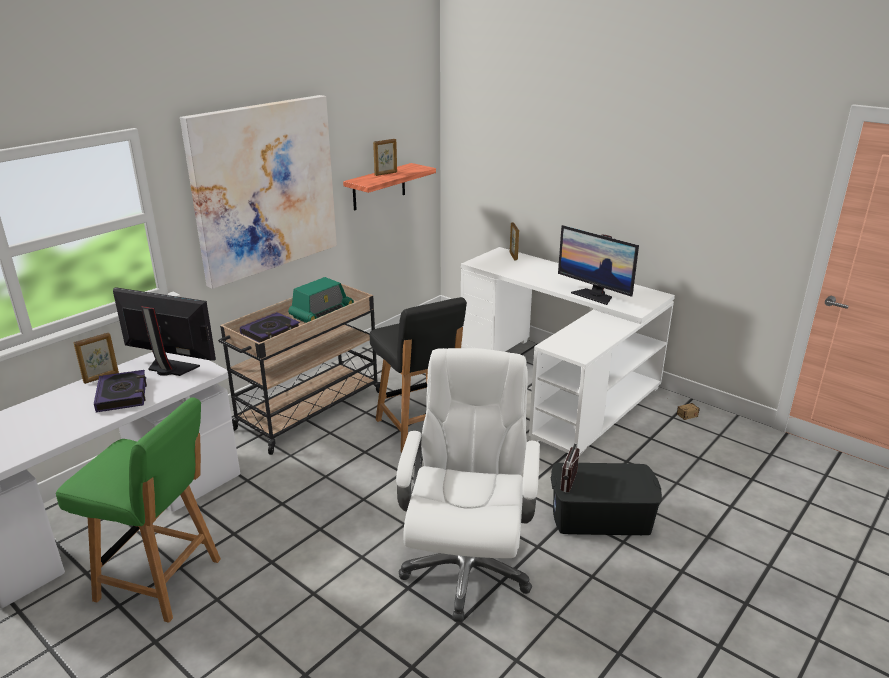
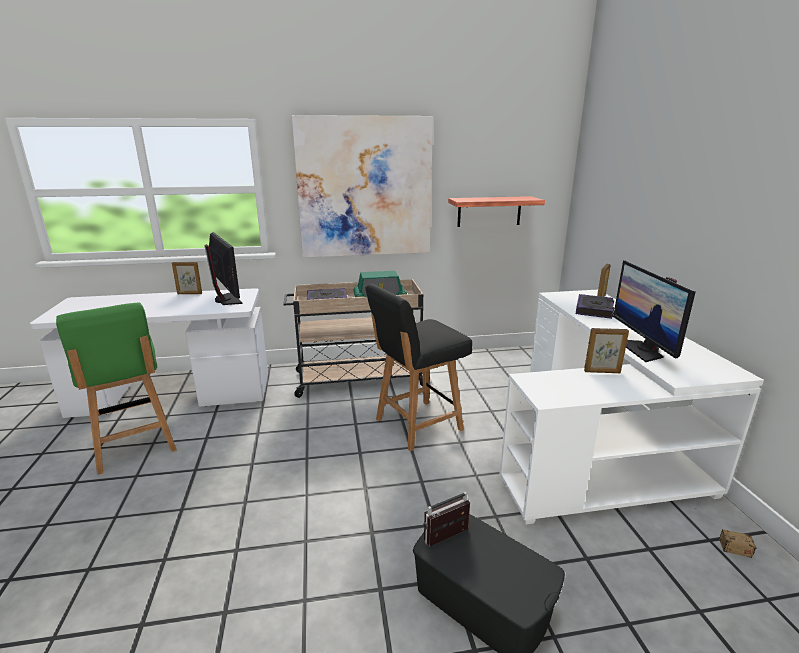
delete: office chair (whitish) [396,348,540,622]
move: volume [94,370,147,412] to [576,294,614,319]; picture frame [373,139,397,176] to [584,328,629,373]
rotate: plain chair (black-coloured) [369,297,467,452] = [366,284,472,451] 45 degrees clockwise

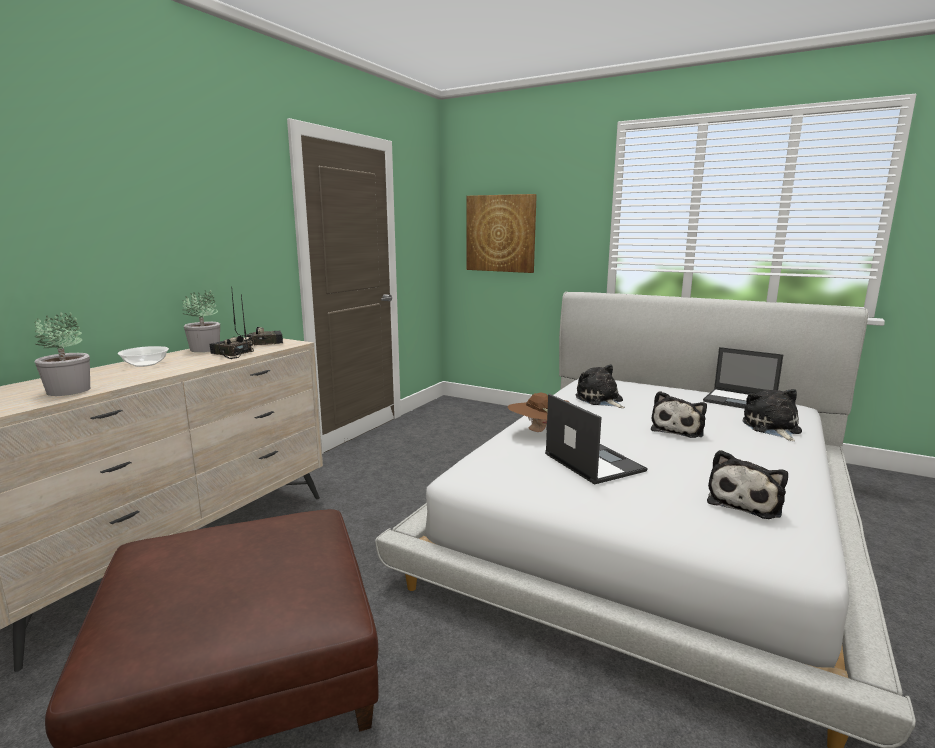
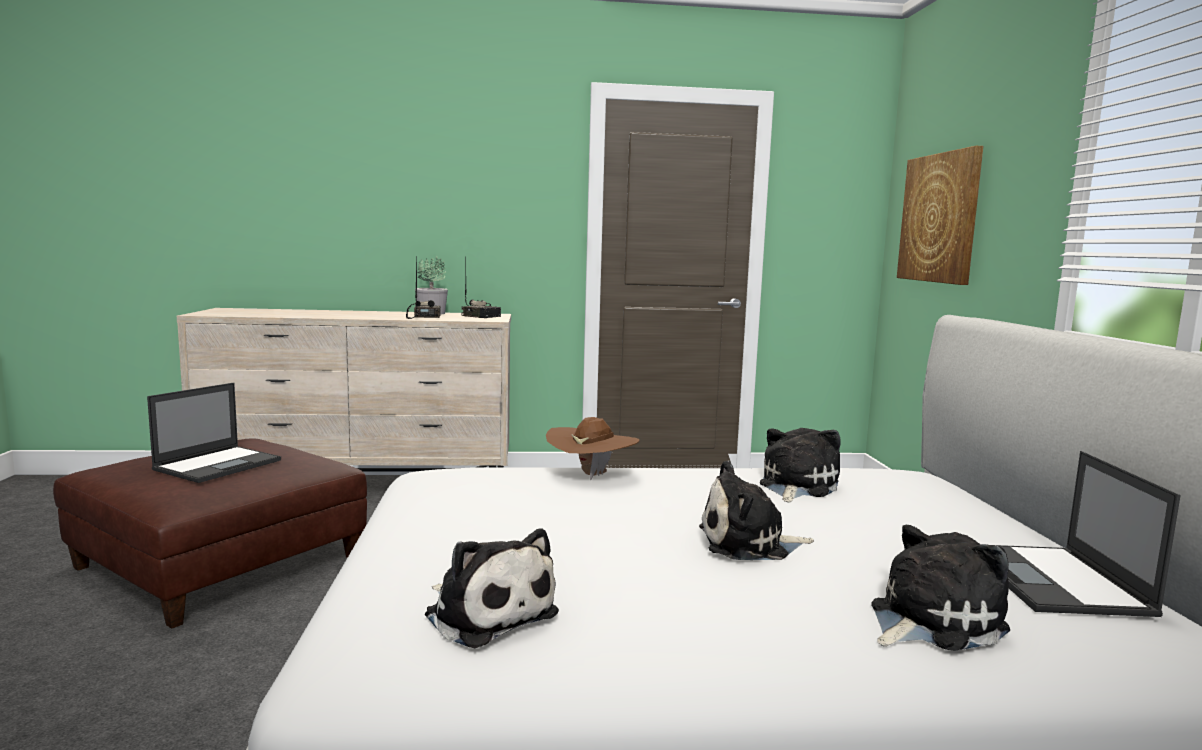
delete: houseplant [34,313,90,396]; serving bowl [118,346,169,367]
move: notebook computer [545,394,647,485] to [147,383,281,483]
rotate: soft toy [707,450,788,519] = [425,528,559,648] 135 degrees counterclockwise

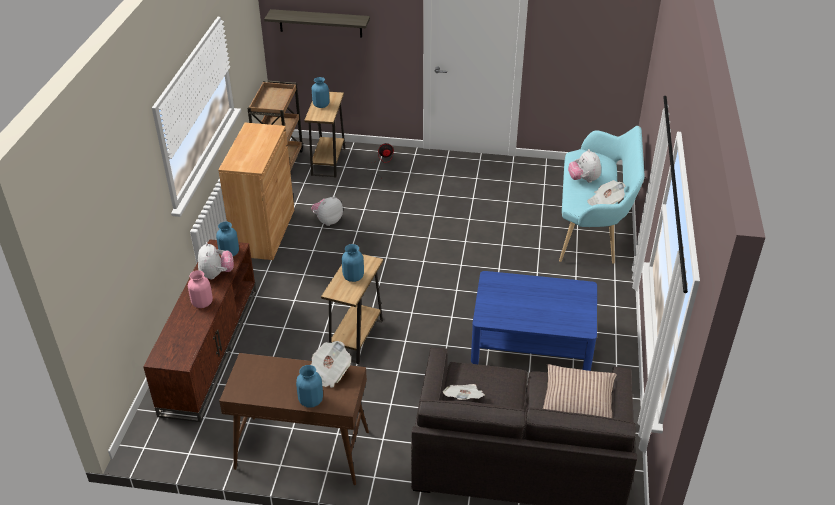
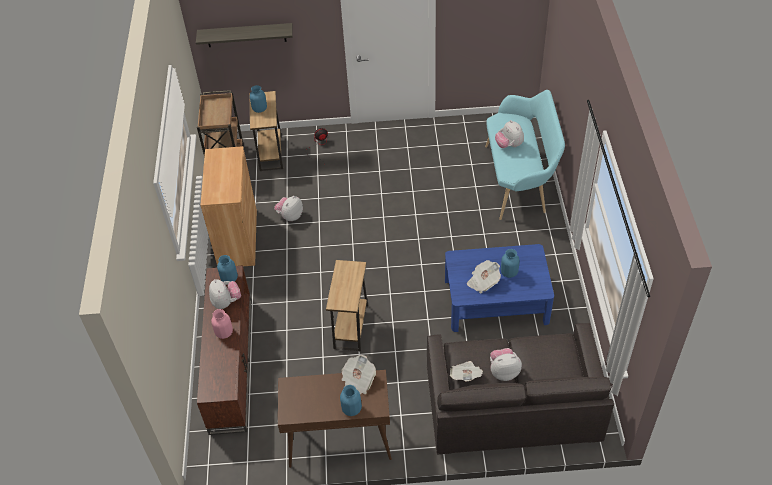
delete: throw pillow [543,364,616,418]
insert: soft toy [490,348,522,381]
move: printed paper [587,180,625,206] to [467,260,501,293]; vase (blue-coloured) [342,244,364,282] to [501,249,520,278]

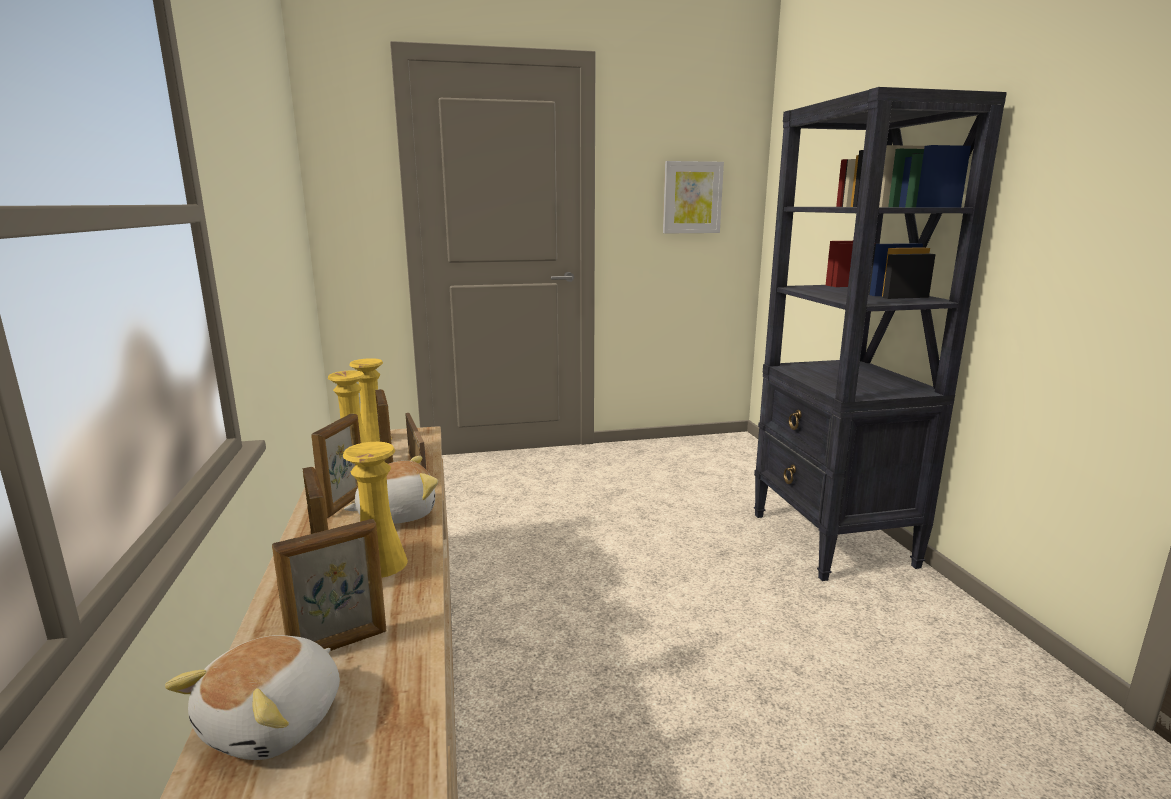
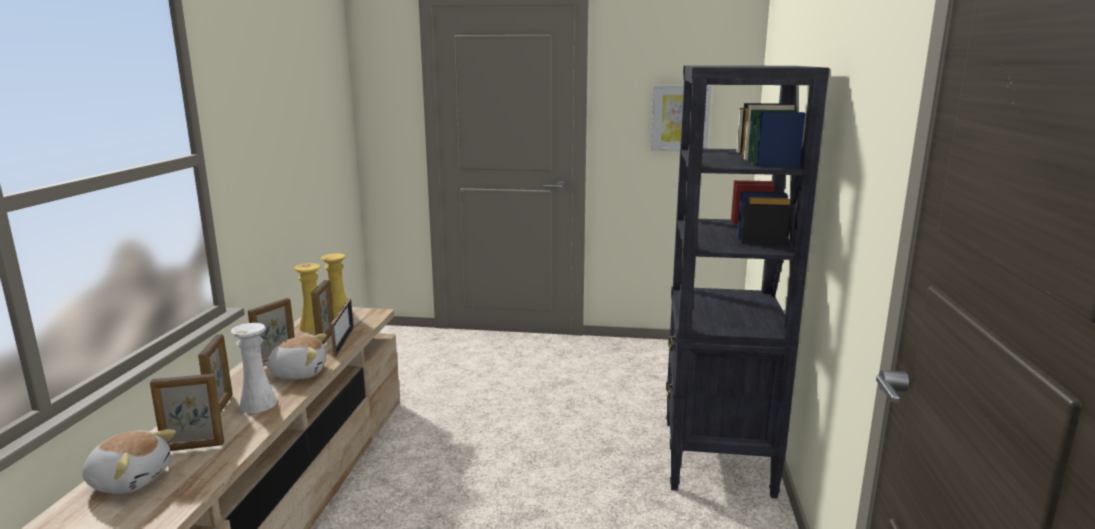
recolor: vase (yellow-coloured) [343,442,408,578] to vase (whitish) [231,323,277,413]
rotate: soft toy [165,635,340,760] = [83,429,176,494] 120 degrees counterclockwise

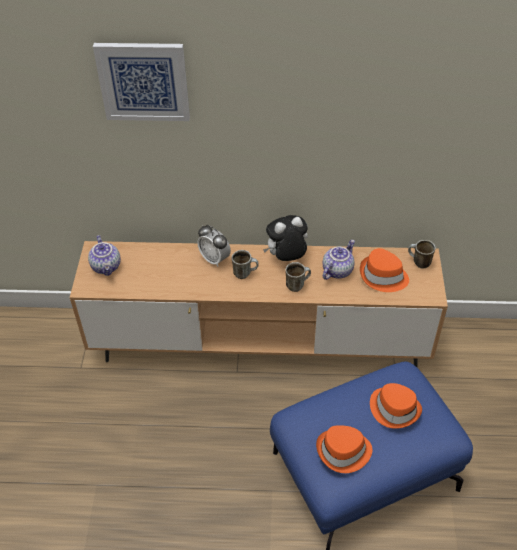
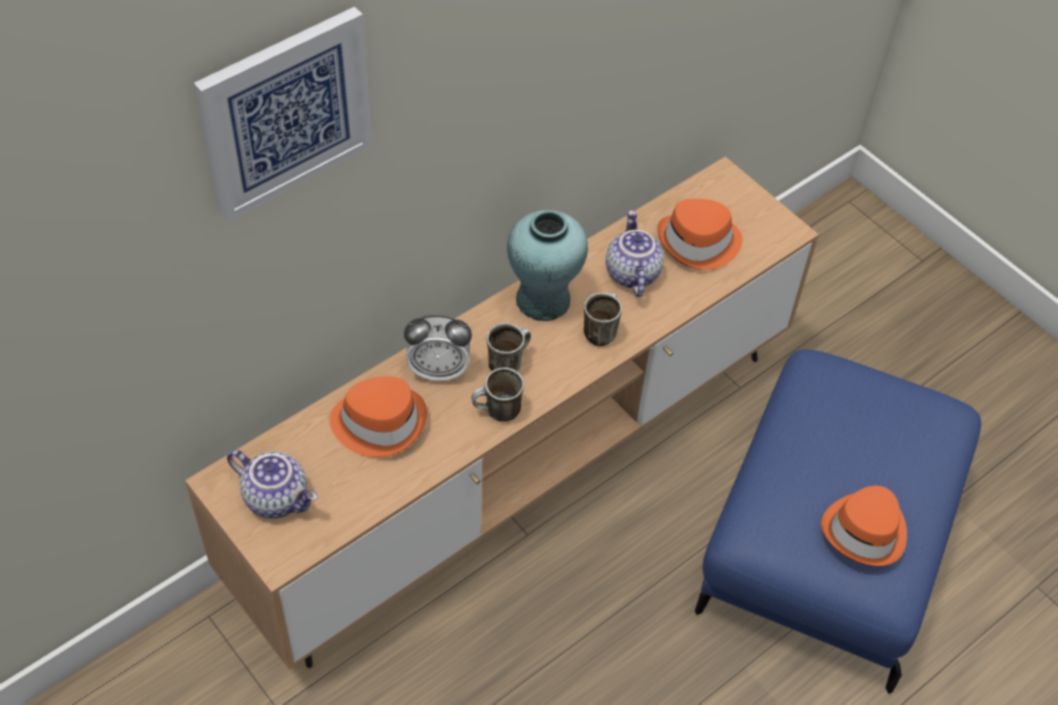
move: hat (orange) [370,383,422,429] to [329,376,427,458]; coffee mug [408,240,436,269] to [471,367,524,422]
replace: soft toy [263,215,308,261] to vase (blue-green) [507,210,588,321]

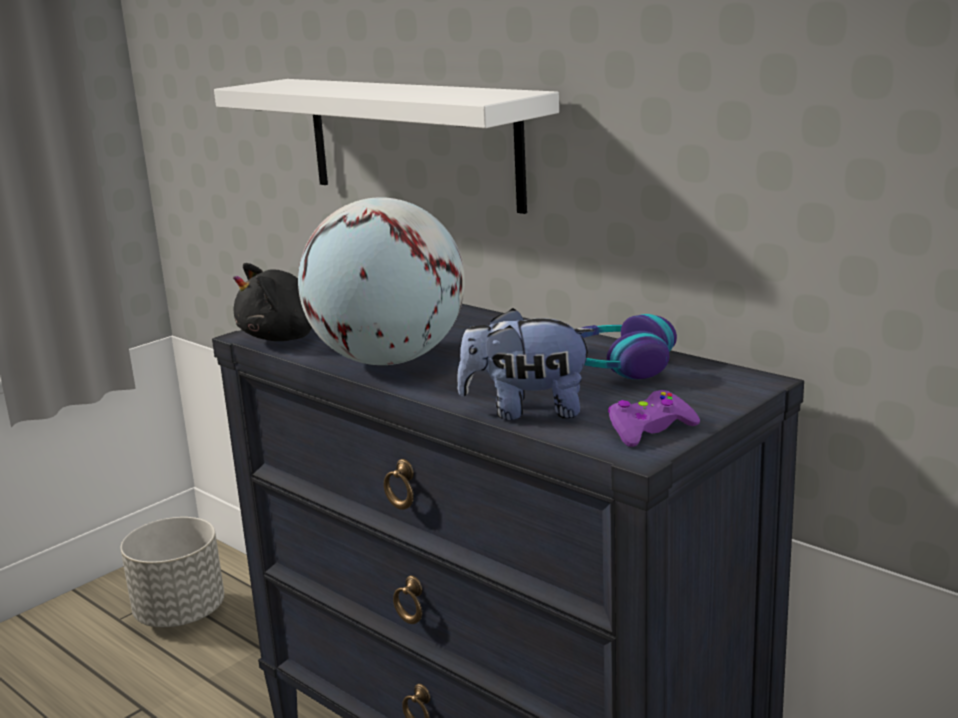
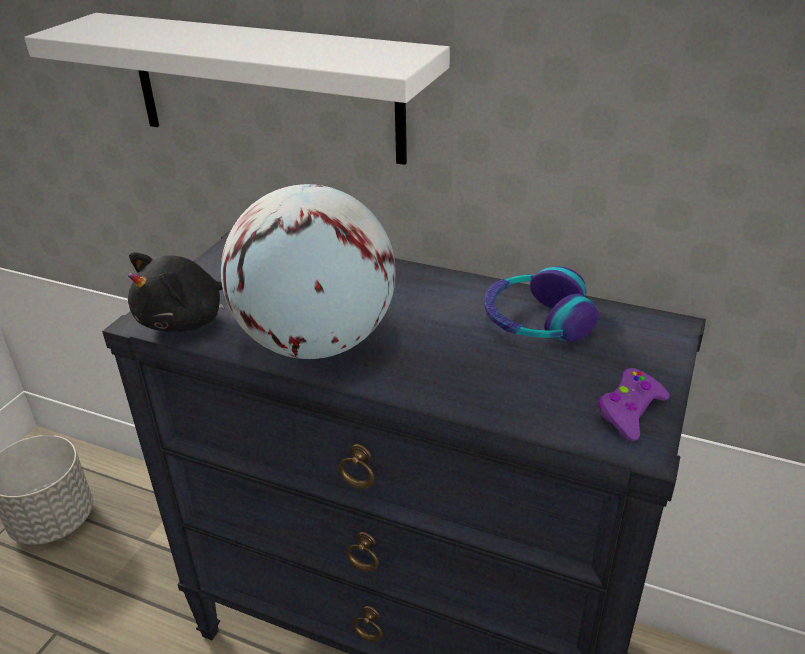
delete: soft toy [457,308,595,420]

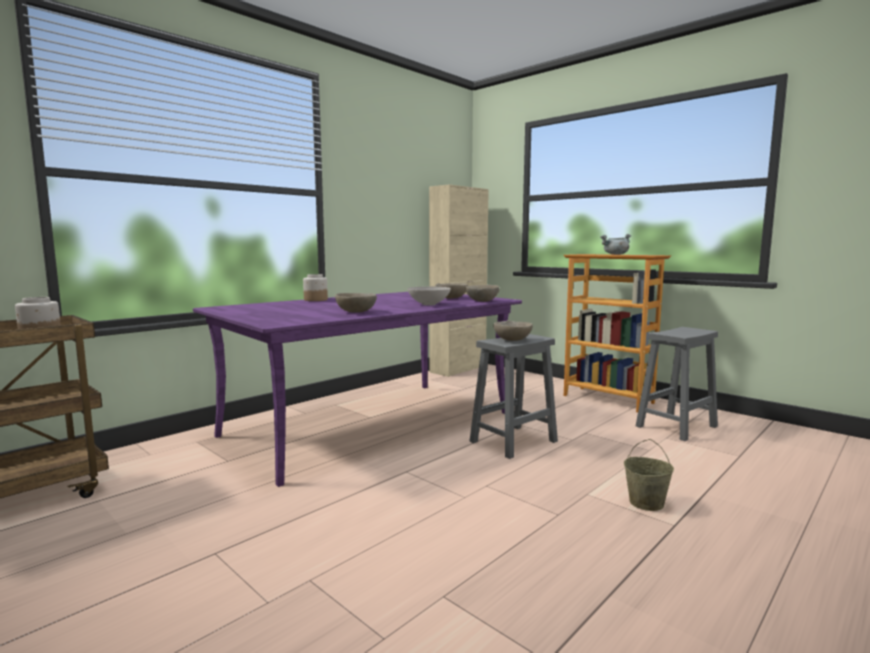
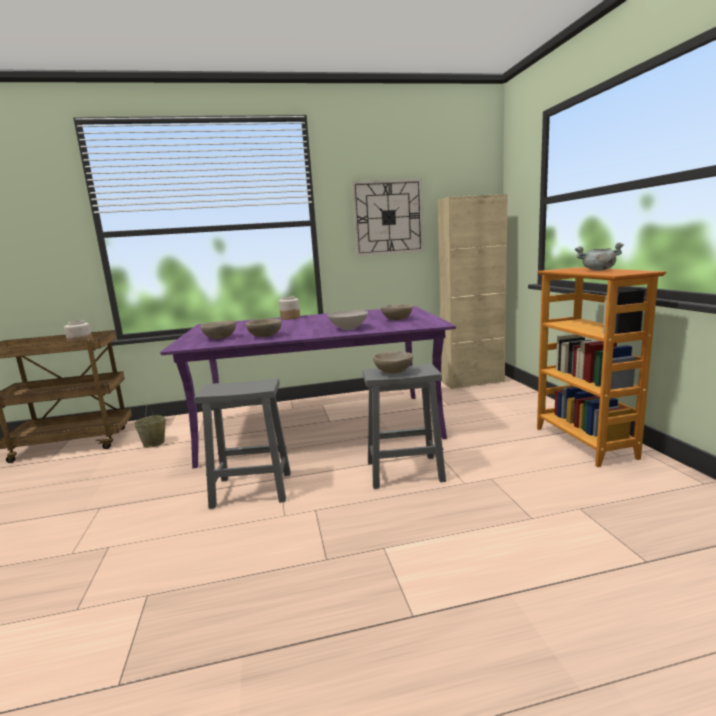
insert: wall clock [352,179,424,256]
move: water bucket (sand-coloured) [624,439,674,511] to [134,406,166,447]; sitting stool (greyish) [636,327,718,441] to [194,378,291,509]; serving bowl (sand-coloured) [465,285,499,302] to [200,321,236,339]

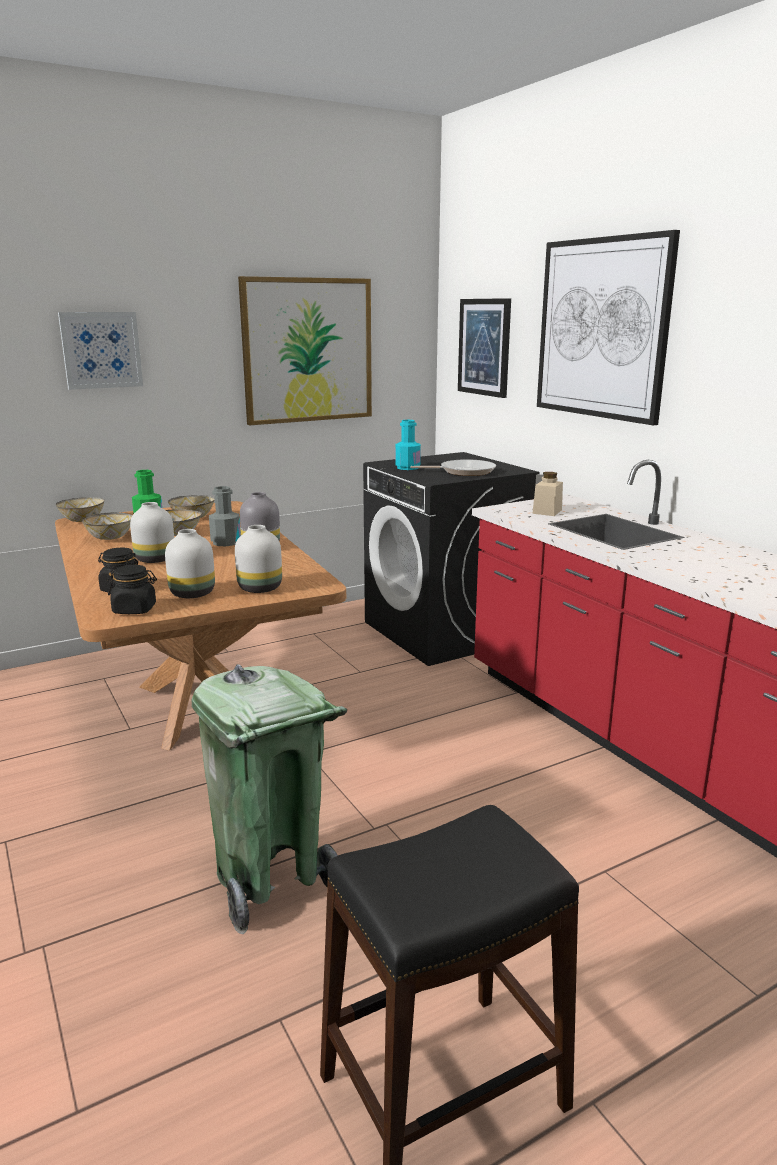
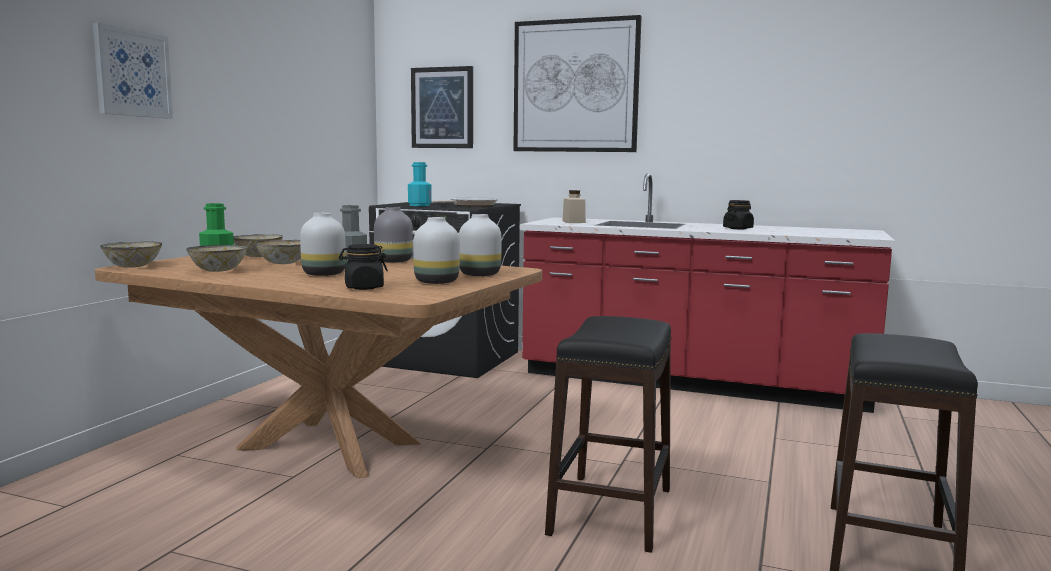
delete: picture [238,276,372,425]
move: storage jar (black-coloured) [108,565,157,614] to [723,200,754,229]
replace: trash can (green) [192,664,347,934] to sitting stool (black-coloured) [545,316,671,553]

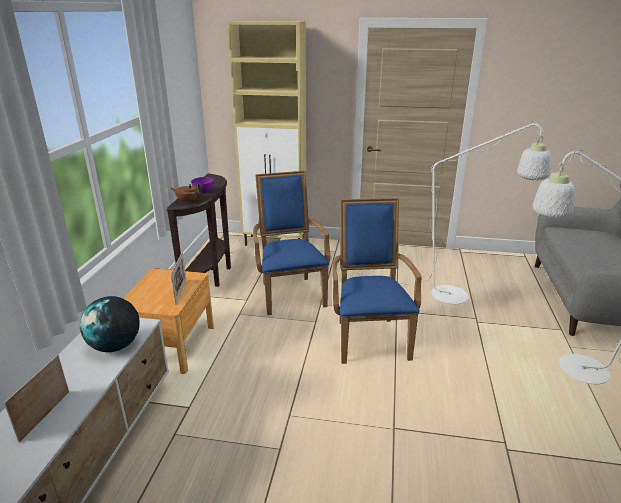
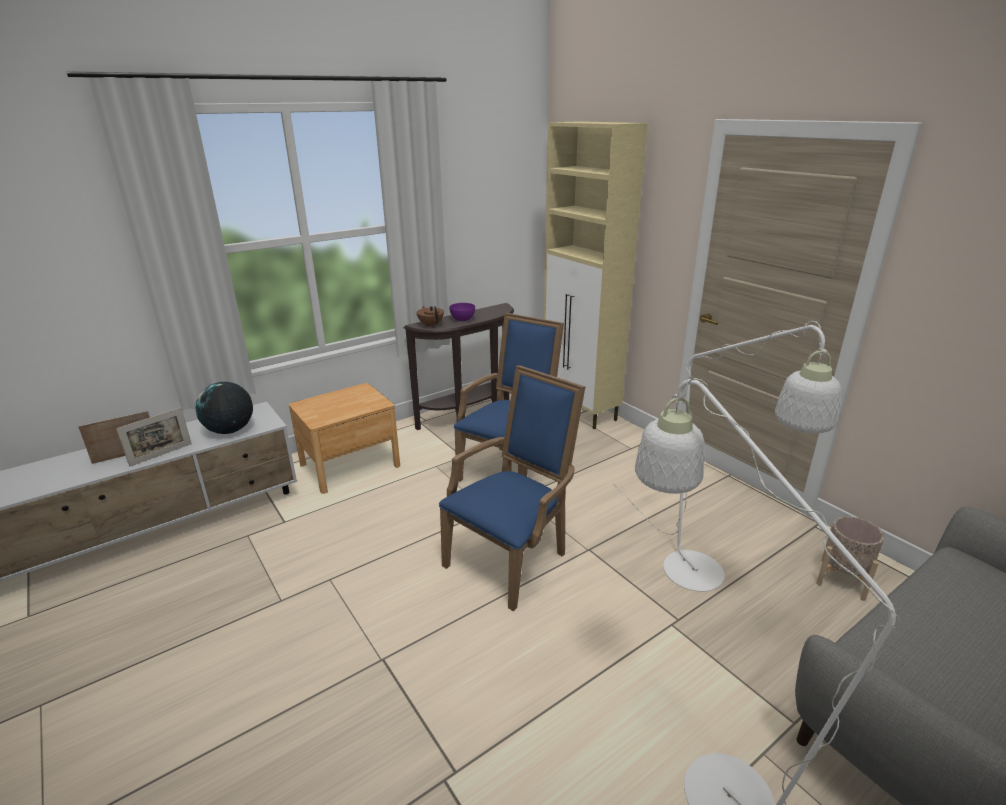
insert: planter (sand-coloured) [816,516,884,601]
move: picture frame [171,252,186,305] to [116,408,192,467]

